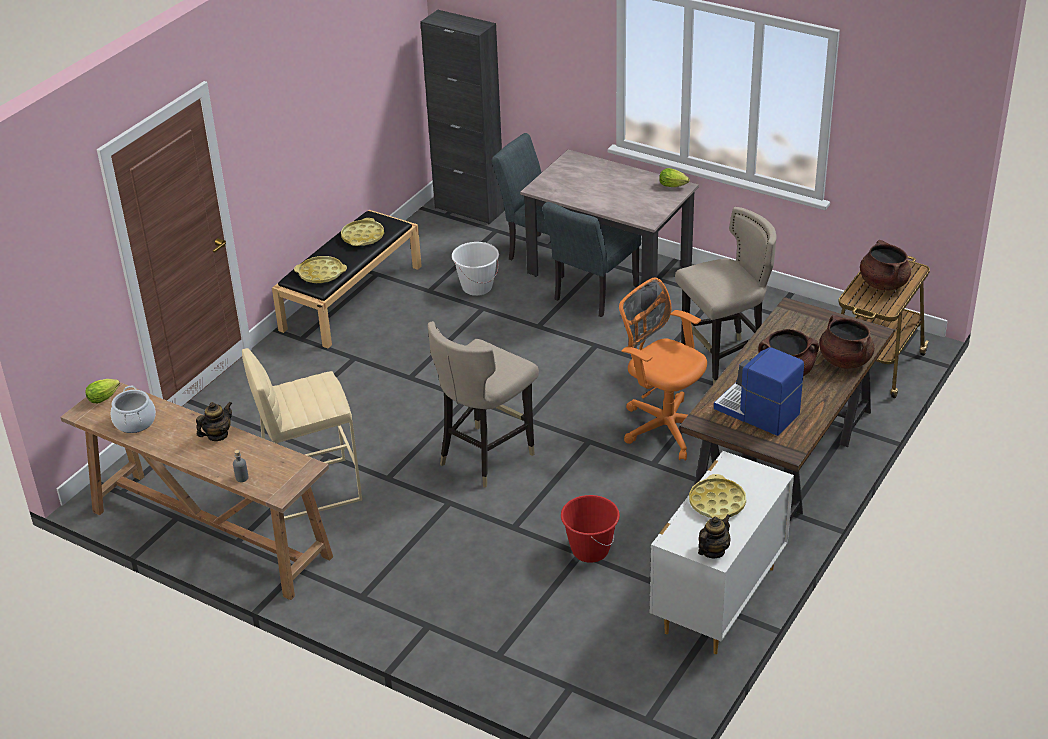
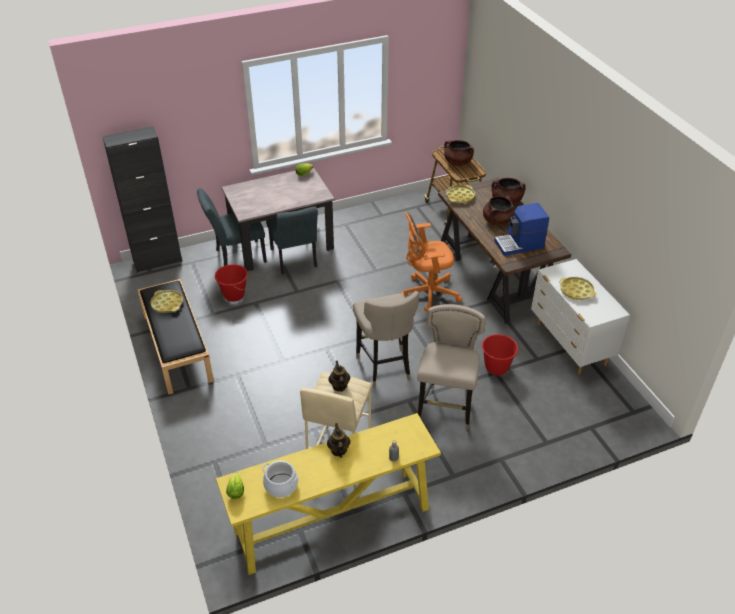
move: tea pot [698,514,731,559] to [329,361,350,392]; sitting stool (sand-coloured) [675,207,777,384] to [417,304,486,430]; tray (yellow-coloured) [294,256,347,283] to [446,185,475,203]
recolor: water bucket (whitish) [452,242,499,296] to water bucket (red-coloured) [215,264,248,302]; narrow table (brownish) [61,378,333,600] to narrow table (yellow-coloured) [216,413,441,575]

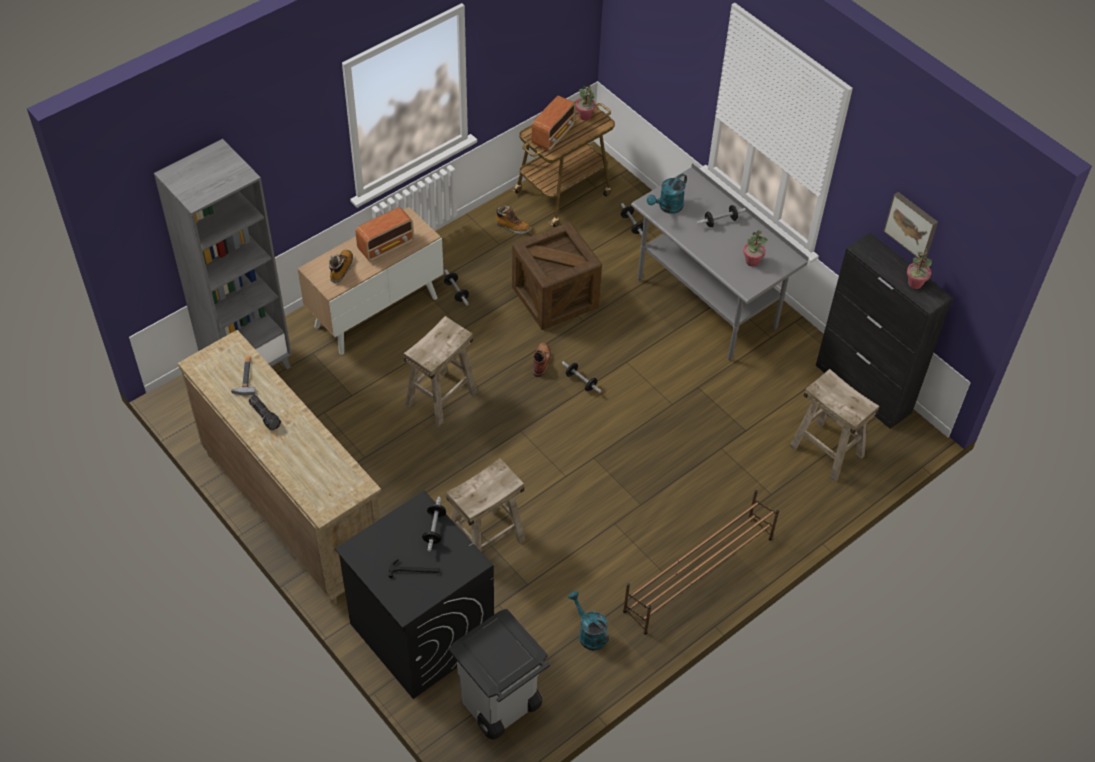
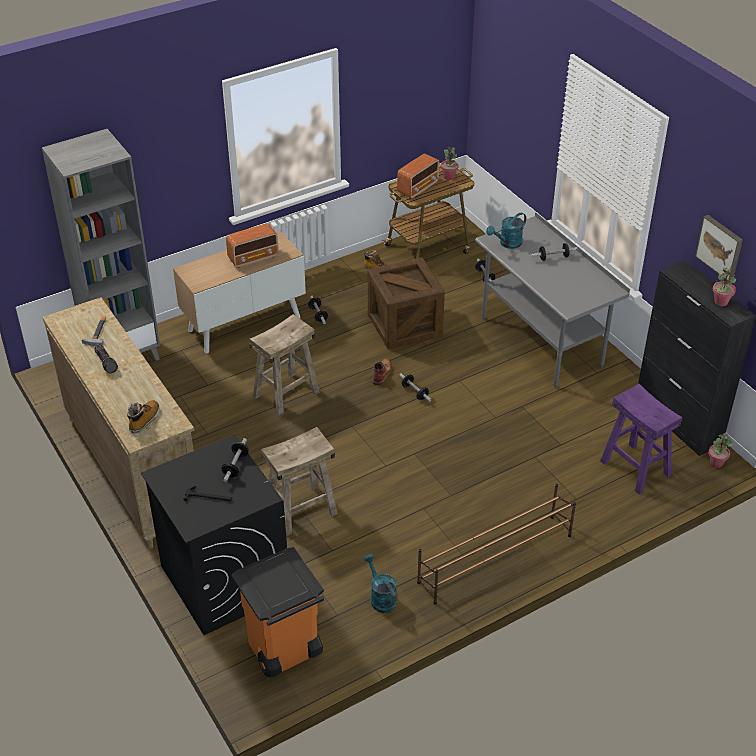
move: boot [329,250,353,283] to [127,400,159,433]; houseplant [743,230,768,267] to [708,433,733,468]
recolor: trash can (greyish) [448,609,550,739] to trash can (orange) [231,547,324,677]; sitting stool (sand-coloured) [790,369,879,482] to sitting stool (purplish) [600,384,682,495]

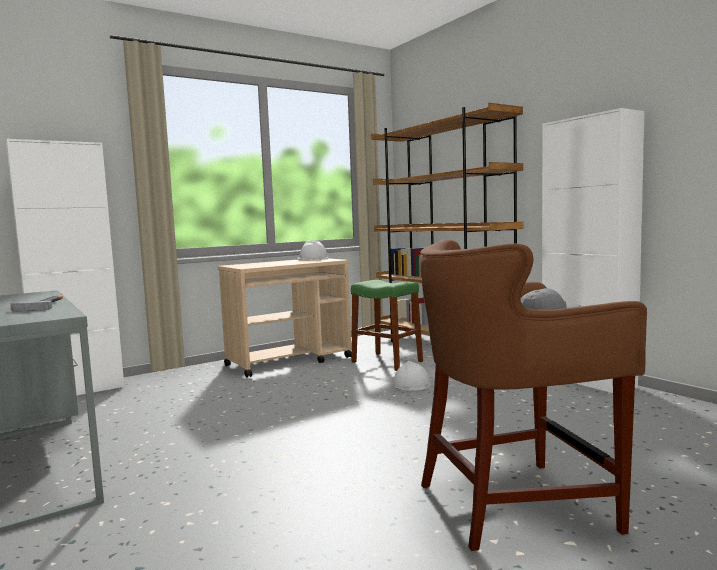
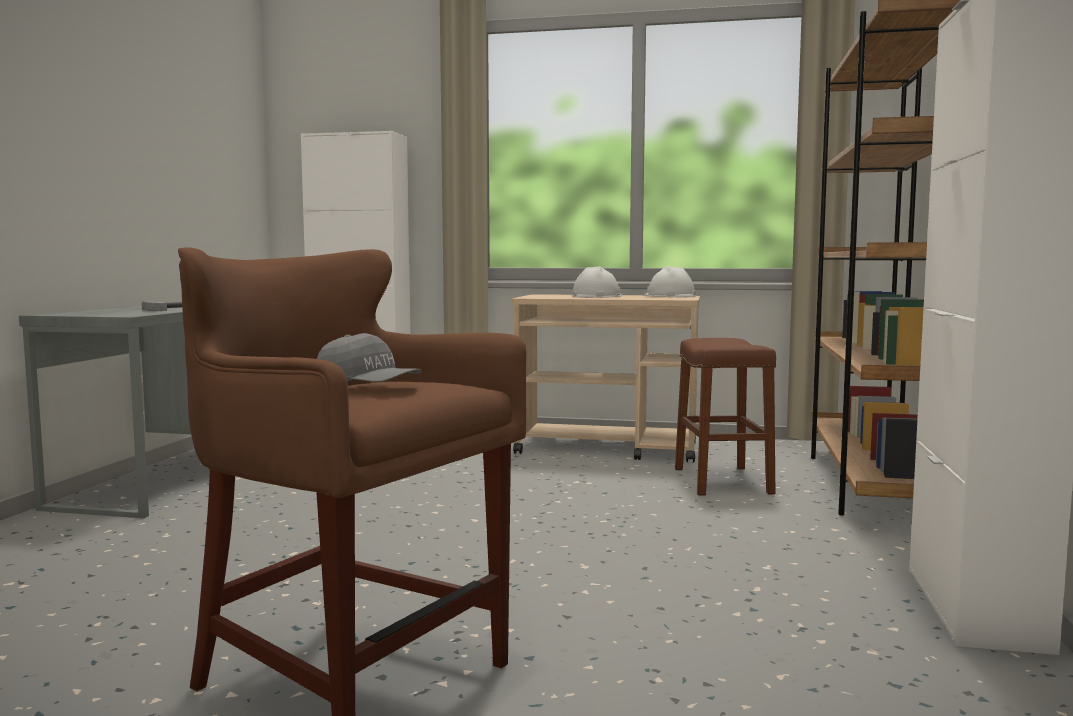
move: work helmet (whitish) [392,361,430,391] to [572,266,622,298]
recolor: sitting stool (green) [351,280,423,371] to sitting stool (brownish) [675,338,776,496]

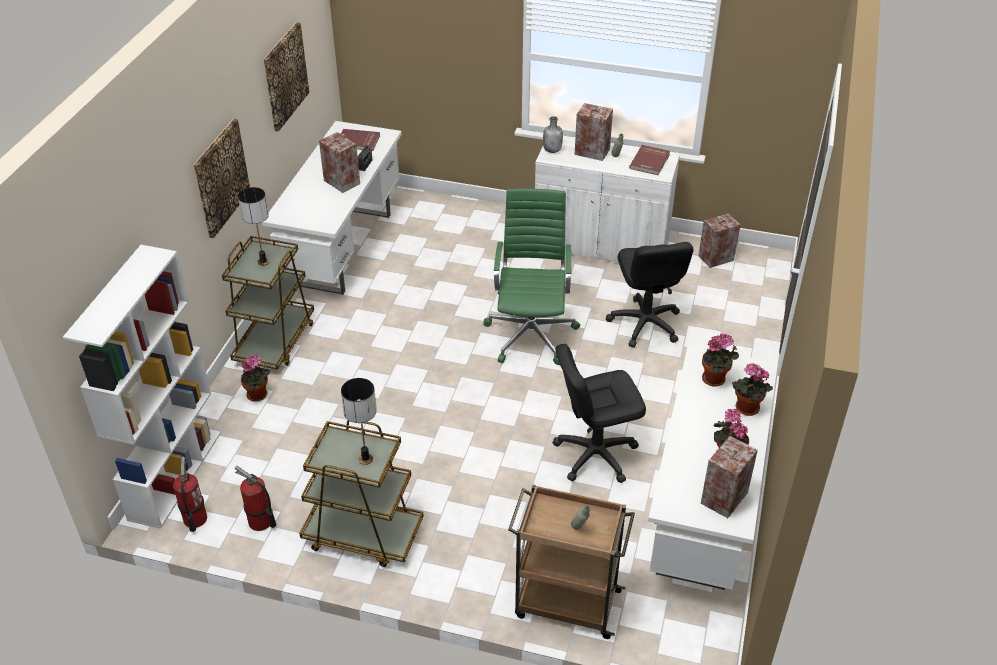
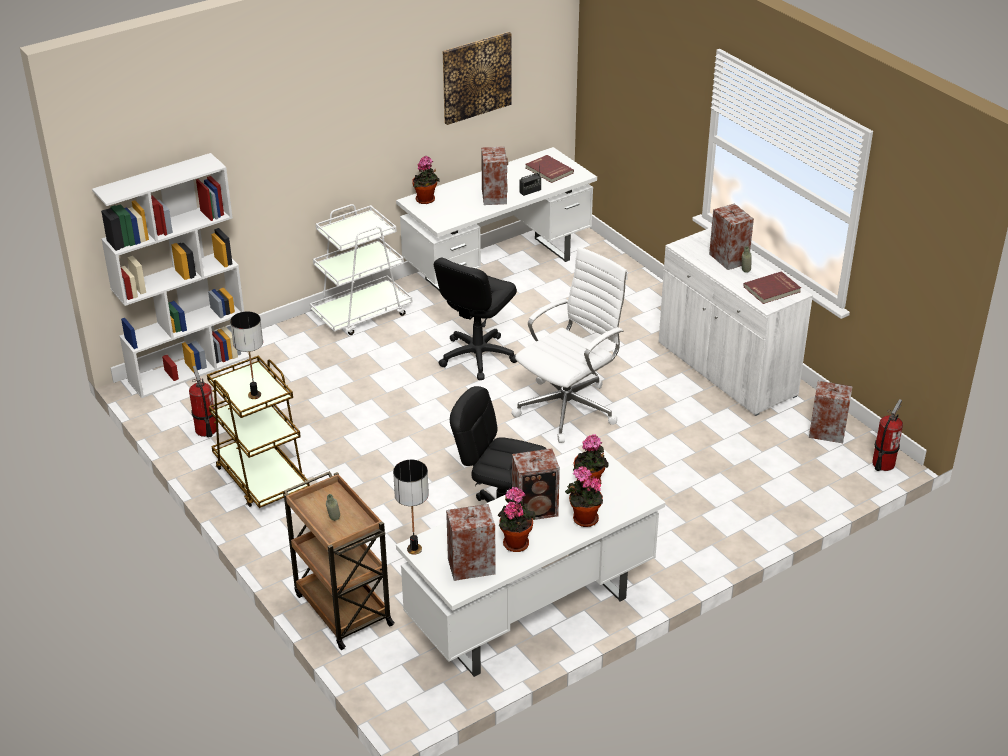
delete: picture [193,119,250,238]; beverage bottle (greyish) [543,116,563,153]
insert: loudspeaker [512,448,560,520]
move: tabletop lamp [238,187,270,266] to [393,460,429,555]; houseplant [241,355,270,402] to [412,156,440,204]; office chair (black-coloured) [606,242,694,348] to [434,258,518,380]; fire extinguisher [173,457,207,532] to [872,399,903,471]
recolor: wheeled cart (brownish) [222,236,314,370] to wheeled cart (whitish) [310,204,412,335]; office chair (green) [483,188,580,365] to office chair (whitish) [511,247,628,443]

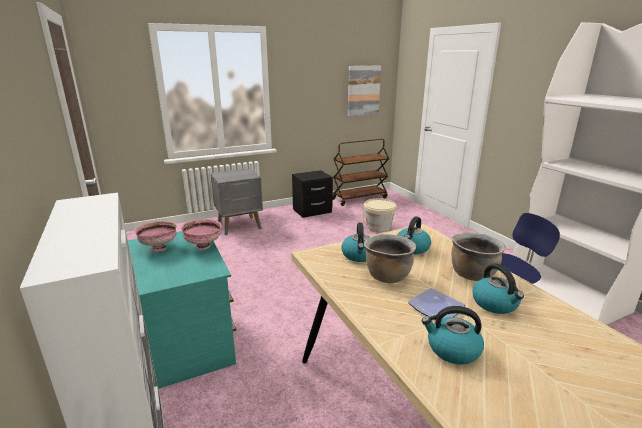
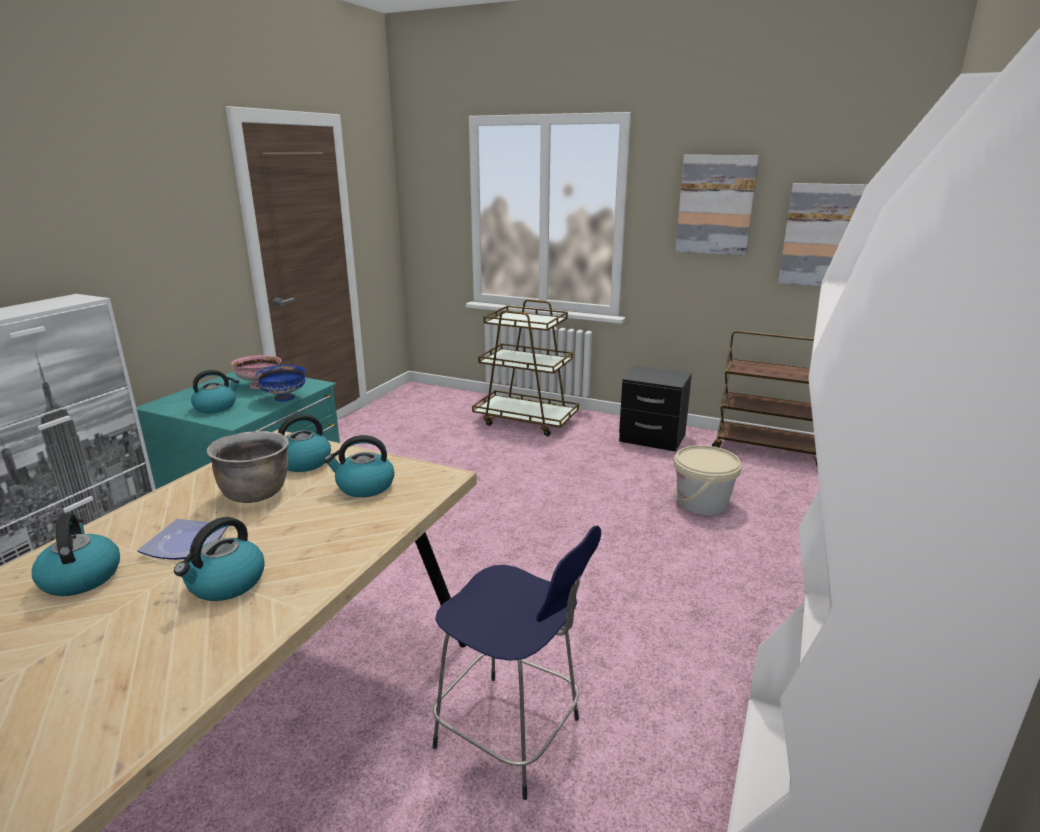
delete: stockpot (brownish) [451,232,506,281]
insert: kettle [191,370,240,413]; picture [675,155,759,256]
replace: night table (greyish) [211,168,263,235] to wheeled cart (brownish) [472,299,579,436]
recolor: serving bowl (pink) [181,219,222,250] to serving bowl (blue-coloured) [255,365,306,402]

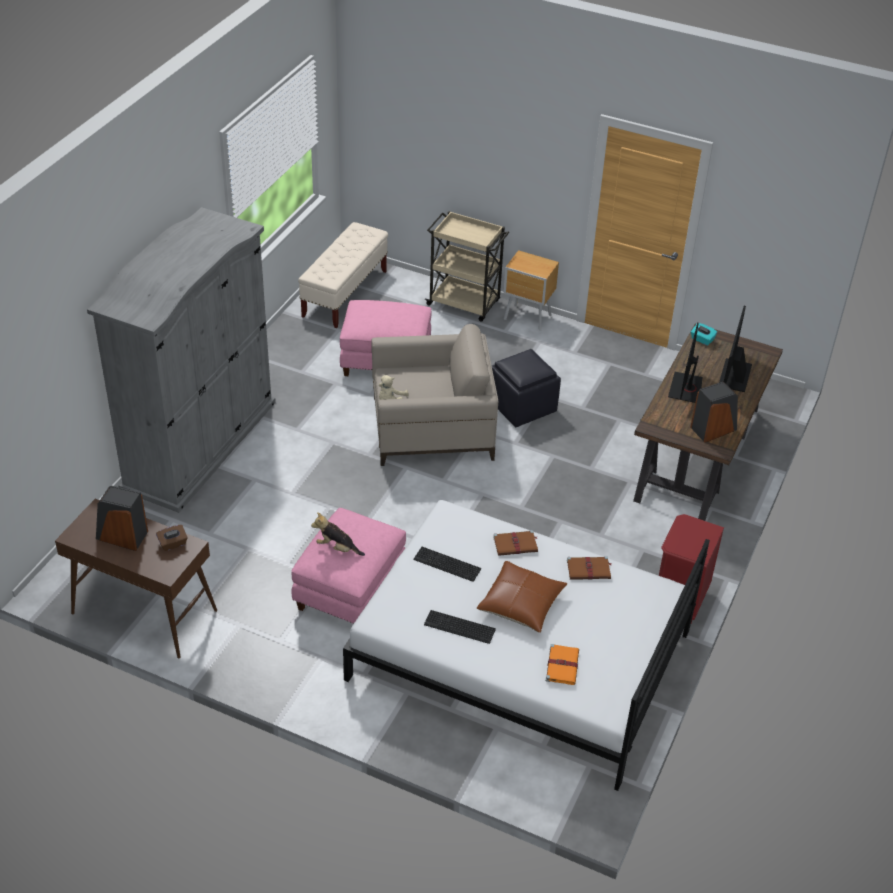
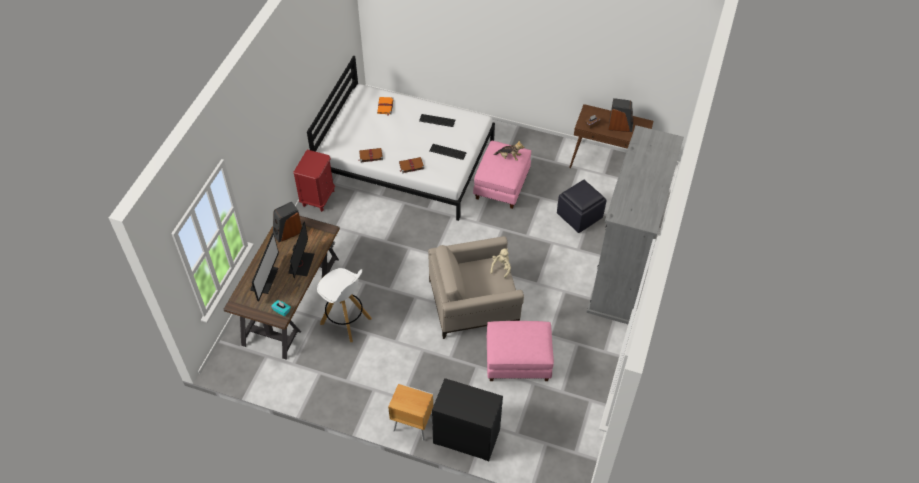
delete: bench (sand-coloured) [298,222,388,328]; throw pillow (brownish) [477,561,568,633]
insert: sitting stool (whitish) [317,268,372,342]
move: ottoman (black-coloured) [492,349,561,427] to [557,180,607,233]
replace: wheeled cart (sand-coloured) [424,211,509,322] to chest of drawers (black-coloured) [432,378,503,461]

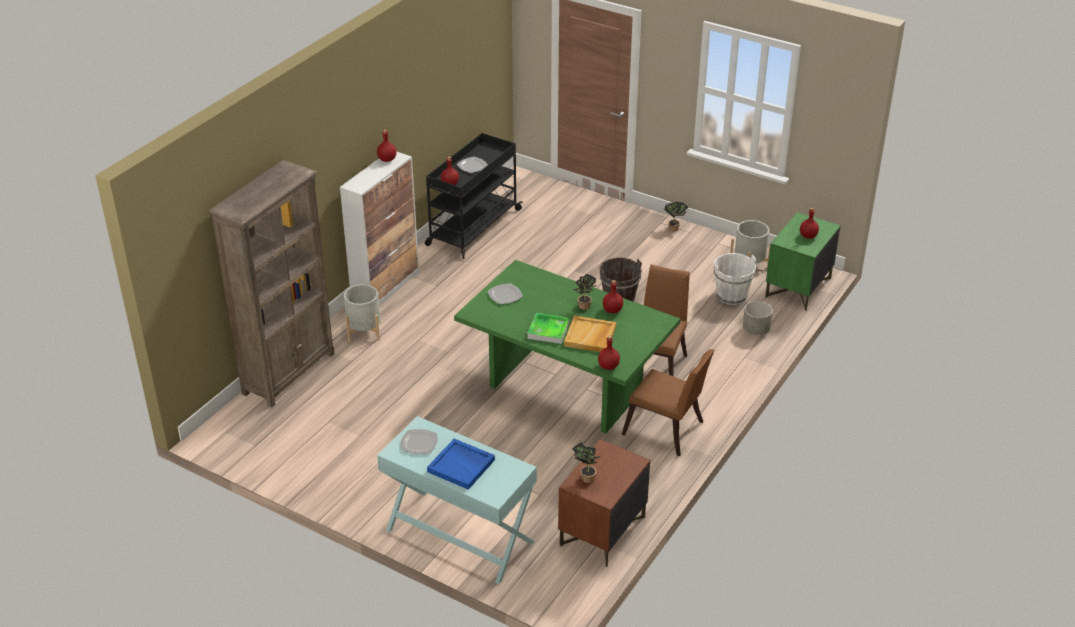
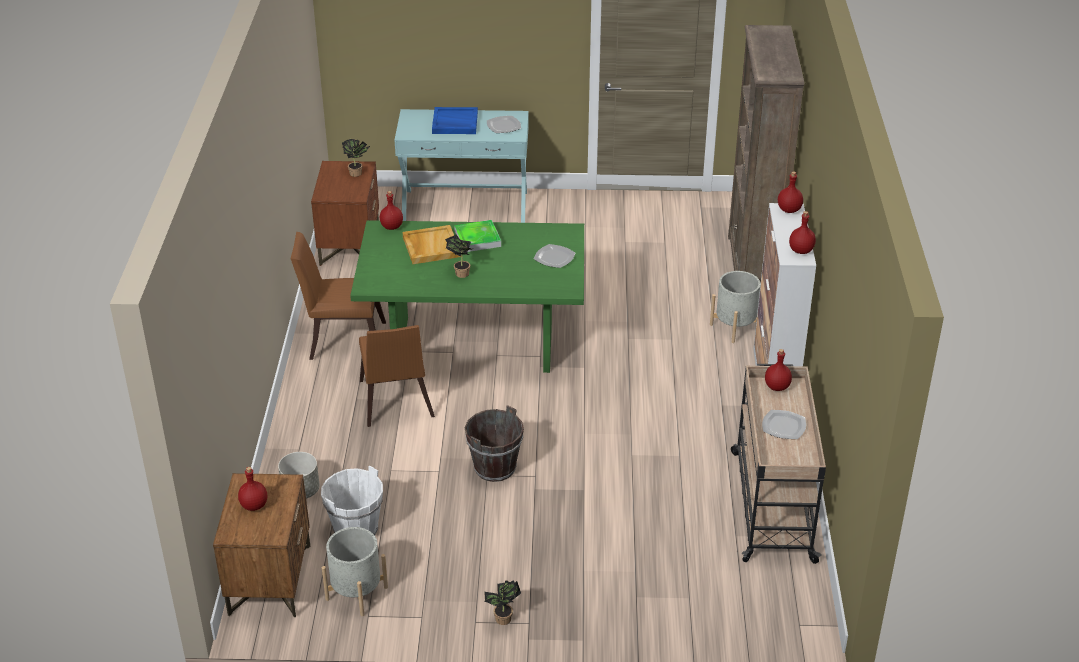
move: beverage bottle (red-coloured) [603,280,623,313] to [778,171,803,213]
recolor: night table (green) [765,212,841,311] to night table (brownish) [213,473,310,618]; wheeled cart (black-coloured) [425,133,523,259] to wheeled cart (sand-coloured) [731,364,826,564]

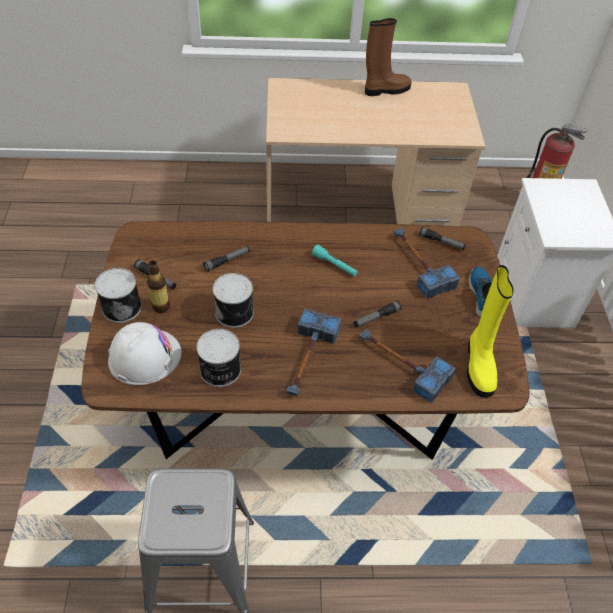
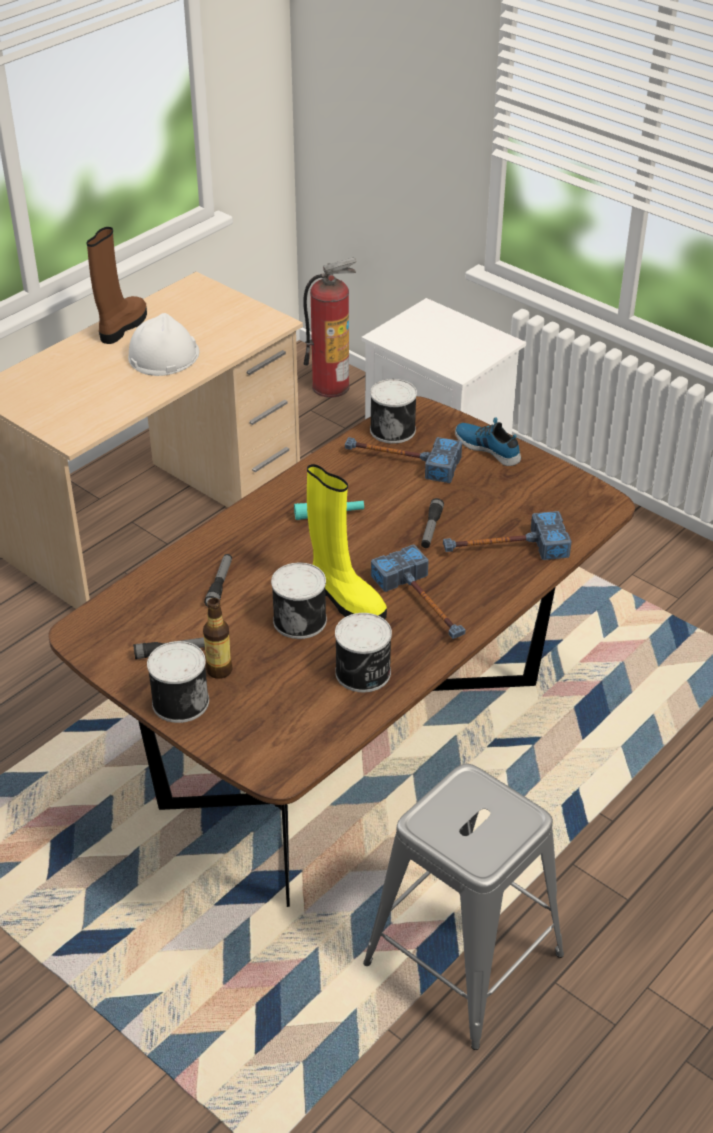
move: work helmet (whitish) [108,322,181,385] to [128,313,199,376]; boot (yellow-coloured) [467,265,514,398] to [307,464,387,619]
replace: hand torch [419,227,466,250] to metal can [370,379,417,444]

